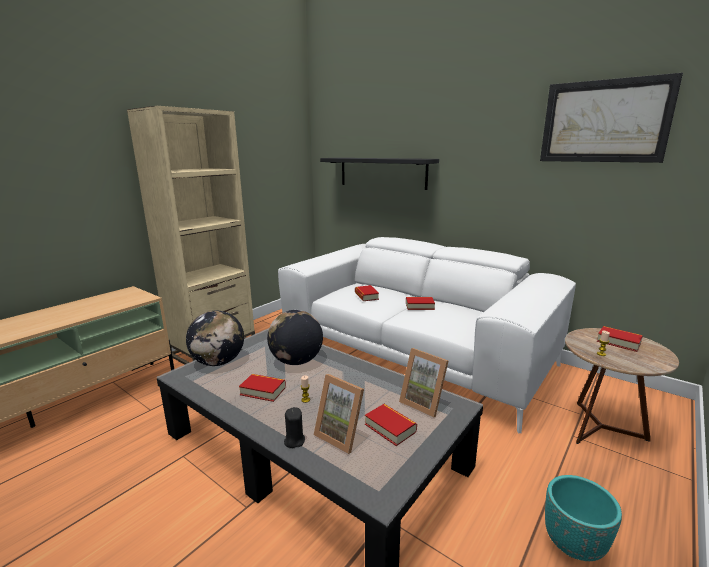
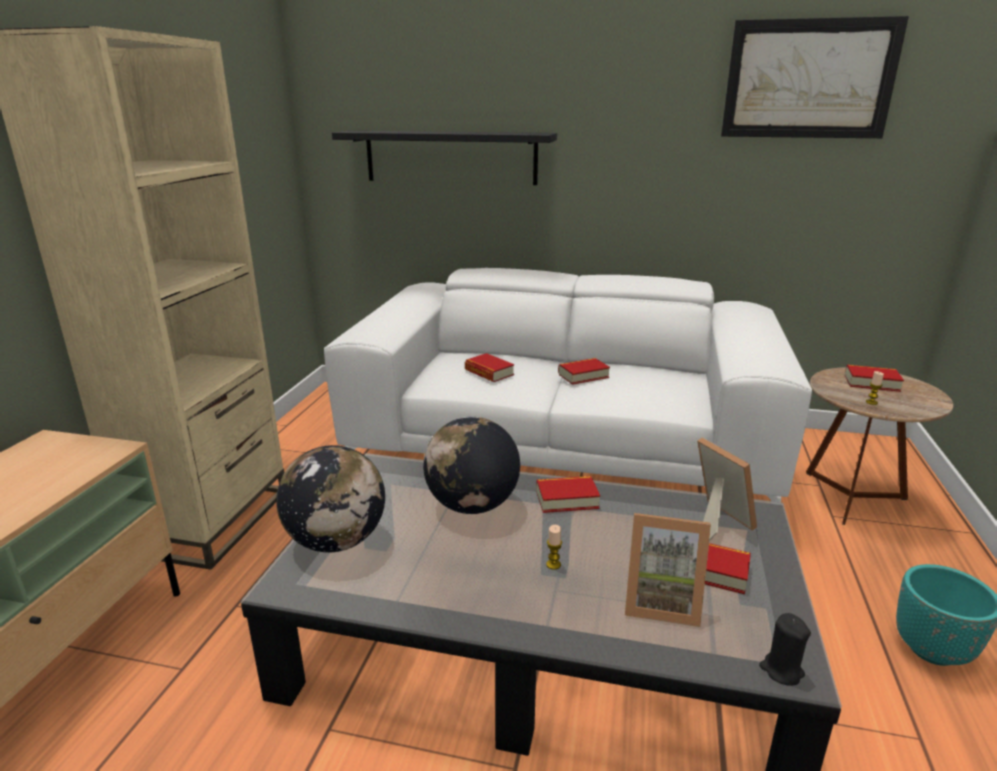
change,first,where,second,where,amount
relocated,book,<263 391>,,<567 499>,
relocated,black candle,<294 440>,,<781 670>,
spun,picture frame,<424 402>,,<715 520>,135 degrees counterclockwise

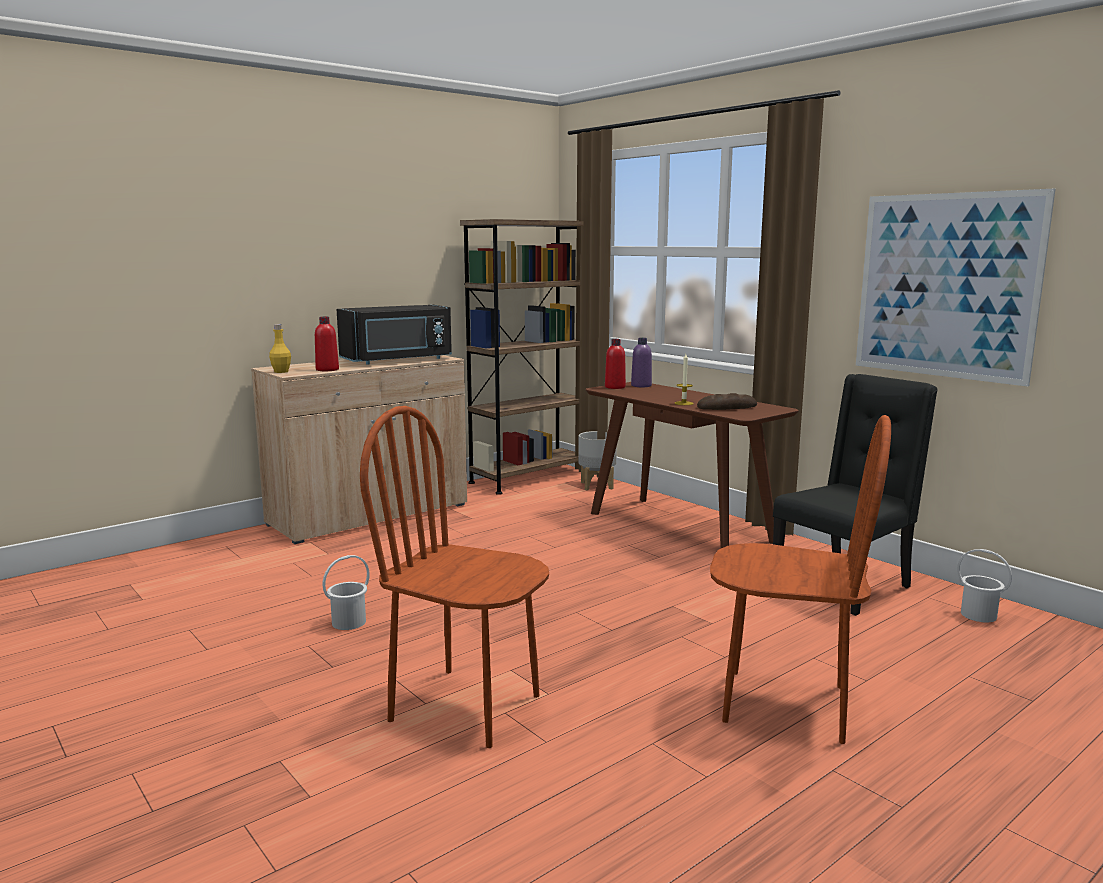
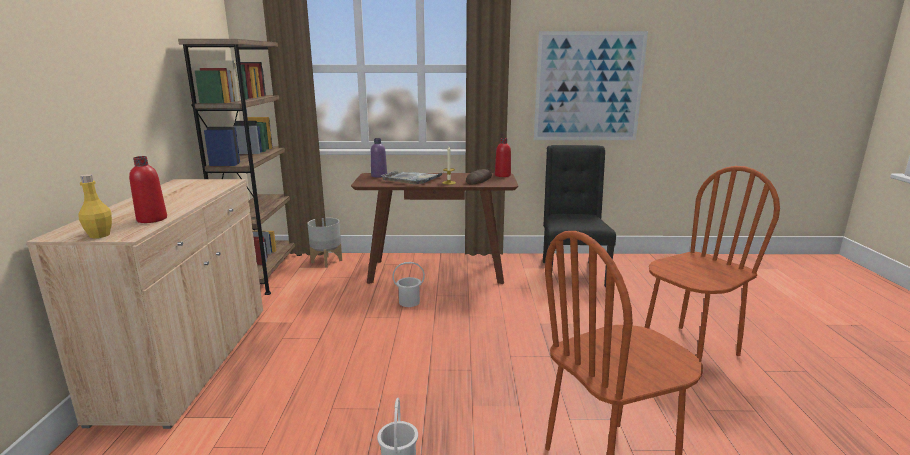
change,first,where,second,where,amount
missing,black microwave,<398 360>,,,
appeared,,,grey tray,<412 179>,
relocated,red bottle,<615 387>,,<502 175>,
relocated,white bucket,<978 615>,,<409 302>,

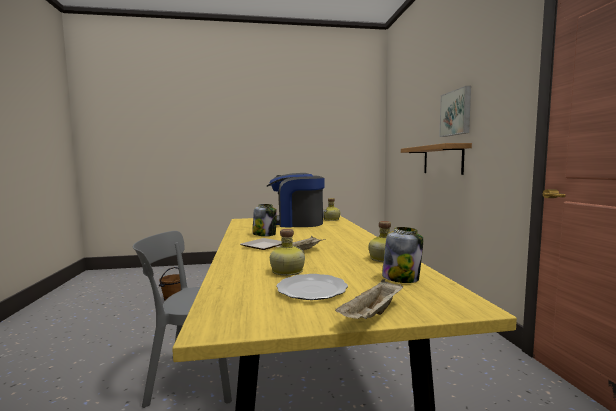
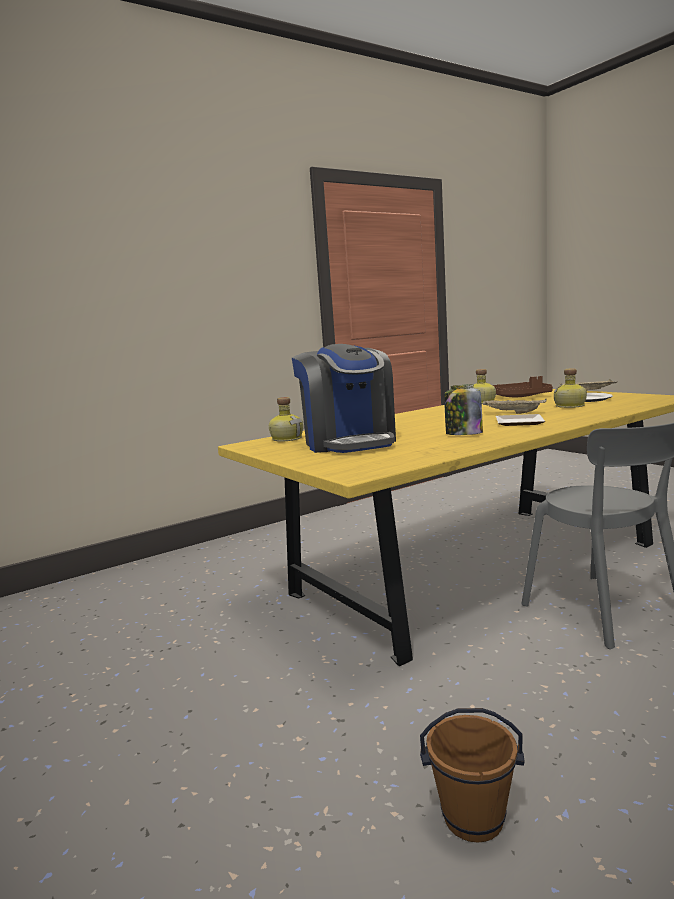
change,first,where,second,where,amount
missing,shelf,<442 160>,,,
missing,picture,<456 113>,,,
exchanged,jar,<401 278>,brown tray,<520 397>,

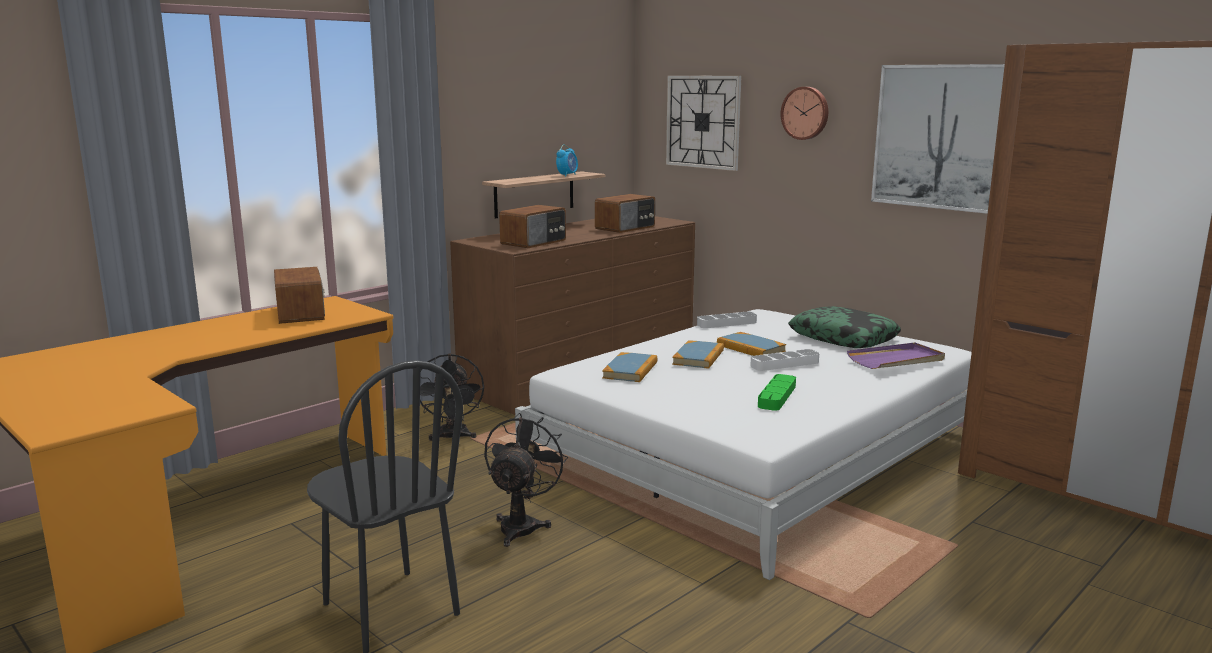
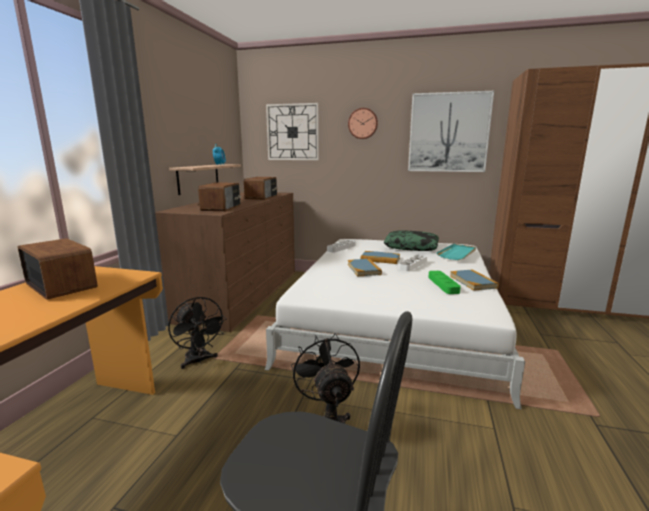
change,first,where,second,where,amount
relocated,book,<630 370>,,<473 282>,
colour,purple tray,<896 360>,turquoise tray,<457 253>,

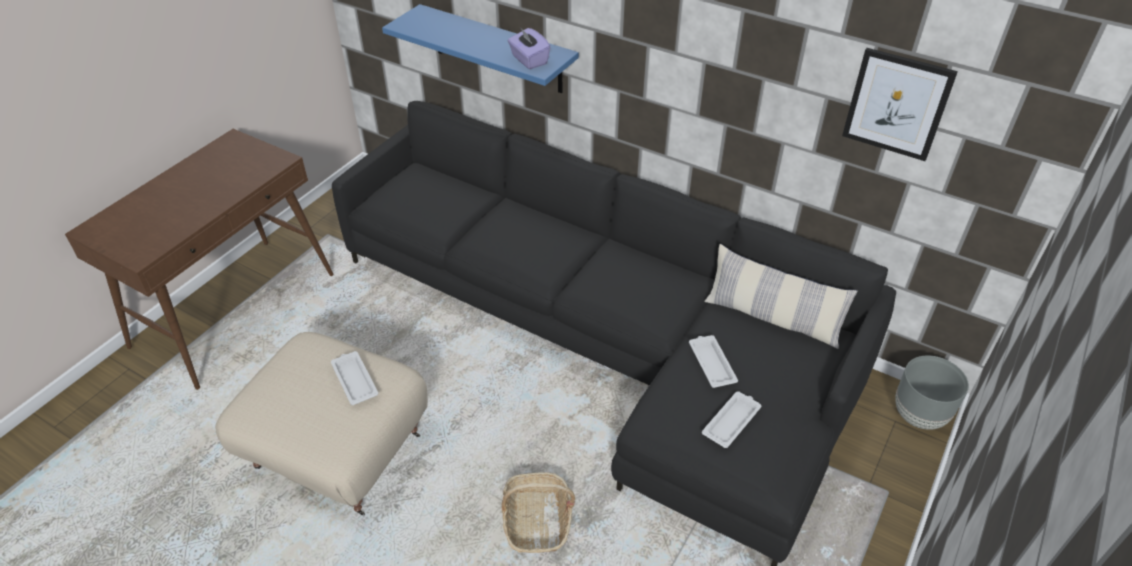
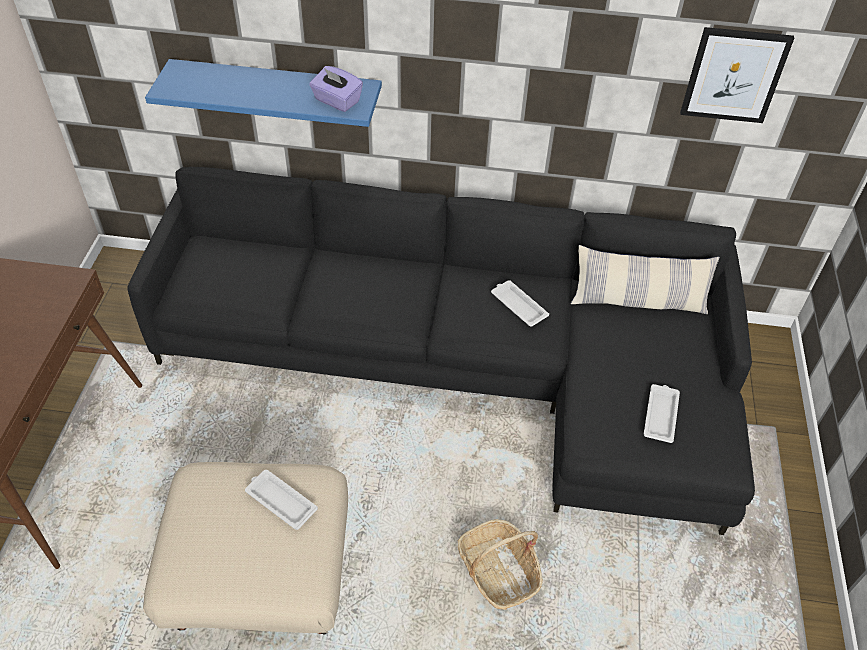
change,first,where,second,where,amount
missing,grey planter,<919 415>,,,
relocated,white tray,<711 363>,,<518 305>,

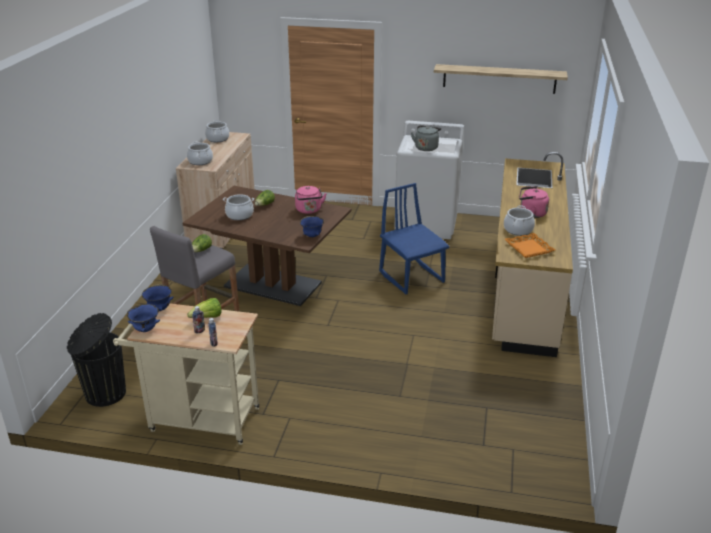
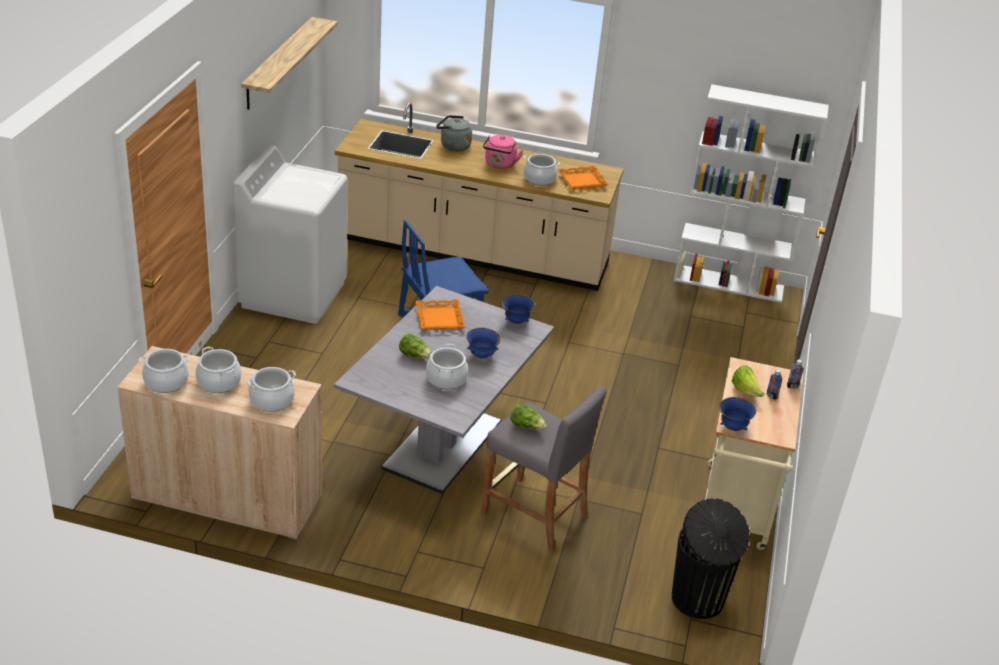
change,first,where,second,where,amount
appeared,,,cooking pot,<219 382>,
appeared,,,white bookcase,<729 283>,
relocated,blue bowl,<145 330>,,<481 356>,
relocated,grey kettle,<426 147>,,<453 146>,
exchanged,pink kettle,<309 210>,orange tray,<440 319>,
colour,brown dining table,<273 285>,grey dining table,<442 445>,

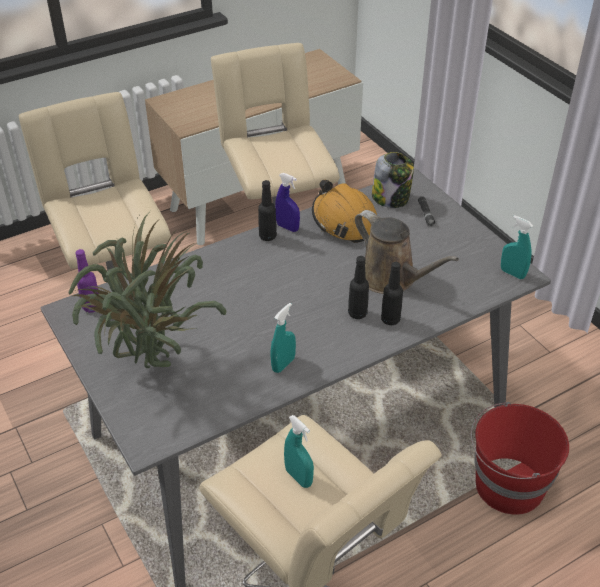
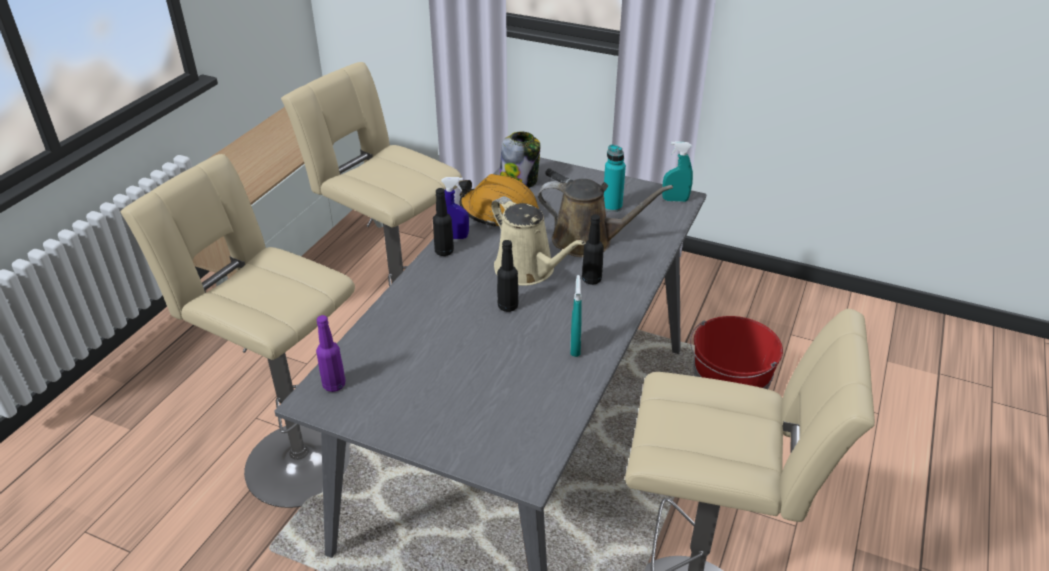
change,first,where,second,where,amount
missing,potted plant,<150 368>,,,
missing,turquoise spray bottle,<298 477>,,,
appeared,,,beige watering can,<528 270>,
appeared,,,turquoise bottle,<612 206>,
relocated,black bottle,<390 319>,,<508 306>,

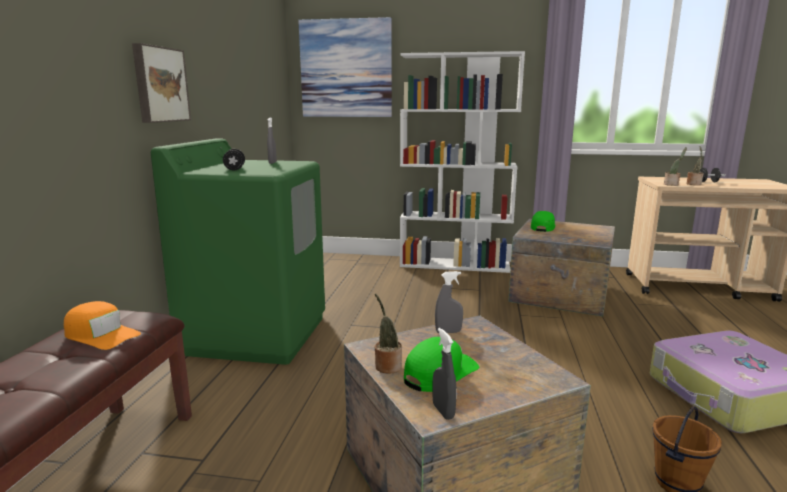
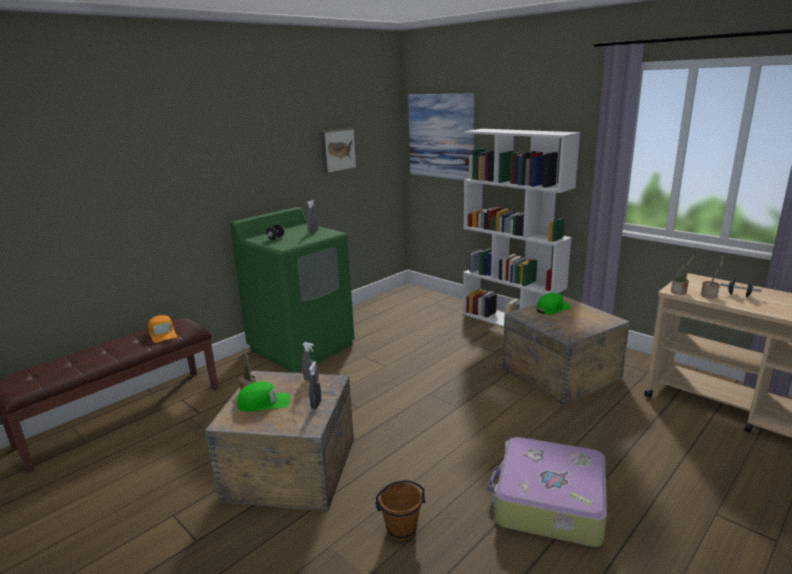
change,first,where,second,where,amount
relocated,picture,<159 85>,,<337 150>,
relocated,grey spray bottle,<443 411>,,<316 405>,

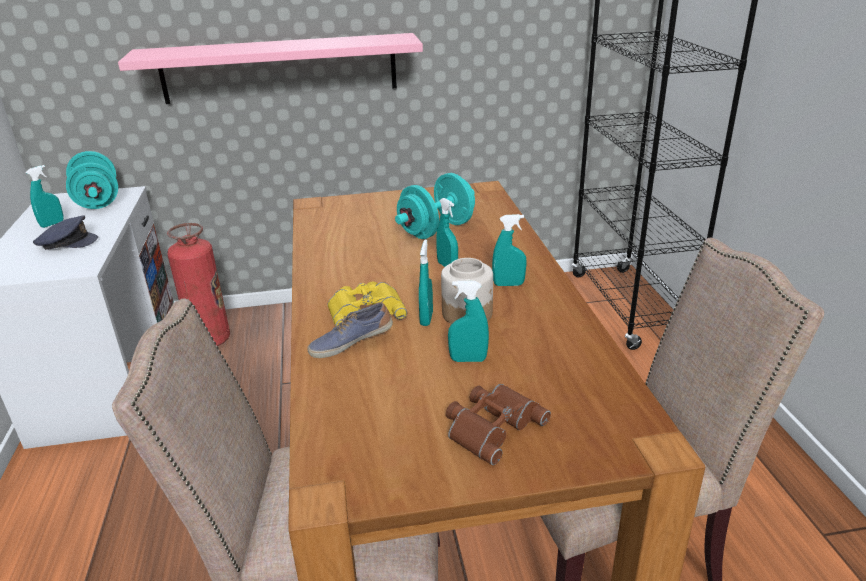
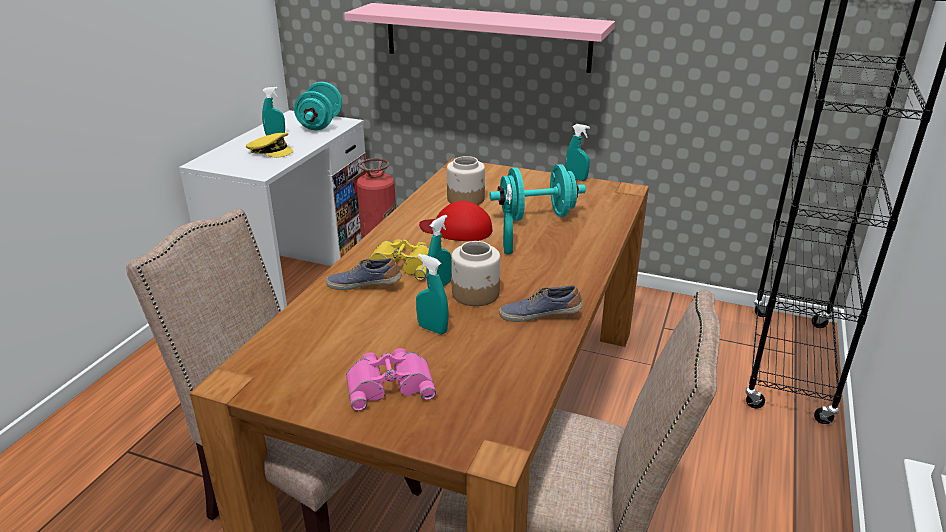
change,first,where,second,where,amount
appeared,,,red cap,<457 229>,
appeared,,,jar,<466 199>,
appeared,,,shoe,<540 315>,
relocated,turquoise spray bottle,<508 284>,,<576 179>,
colour,grey cap,<67 242>,yellow cap,<271 151>,
colour,brown binoculars,<491 425>,pink binoculars,<390 383>,

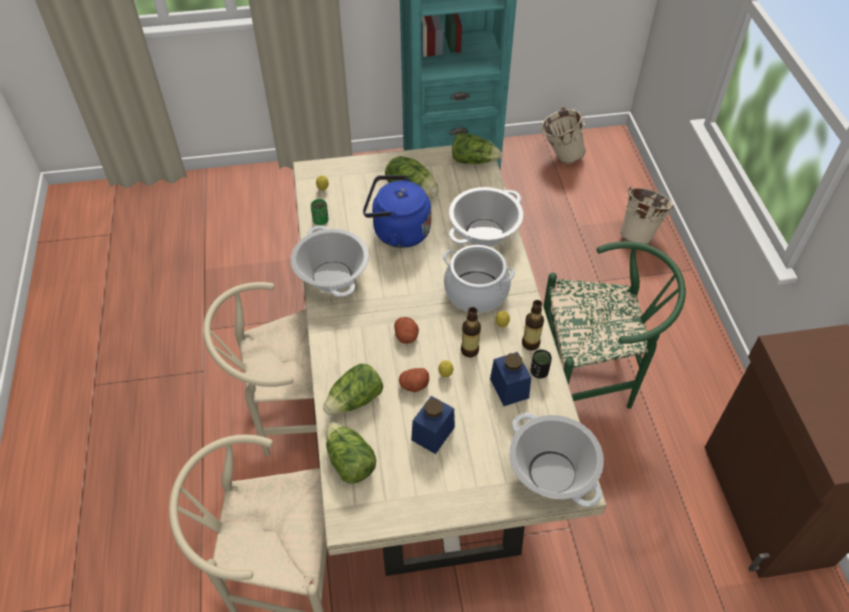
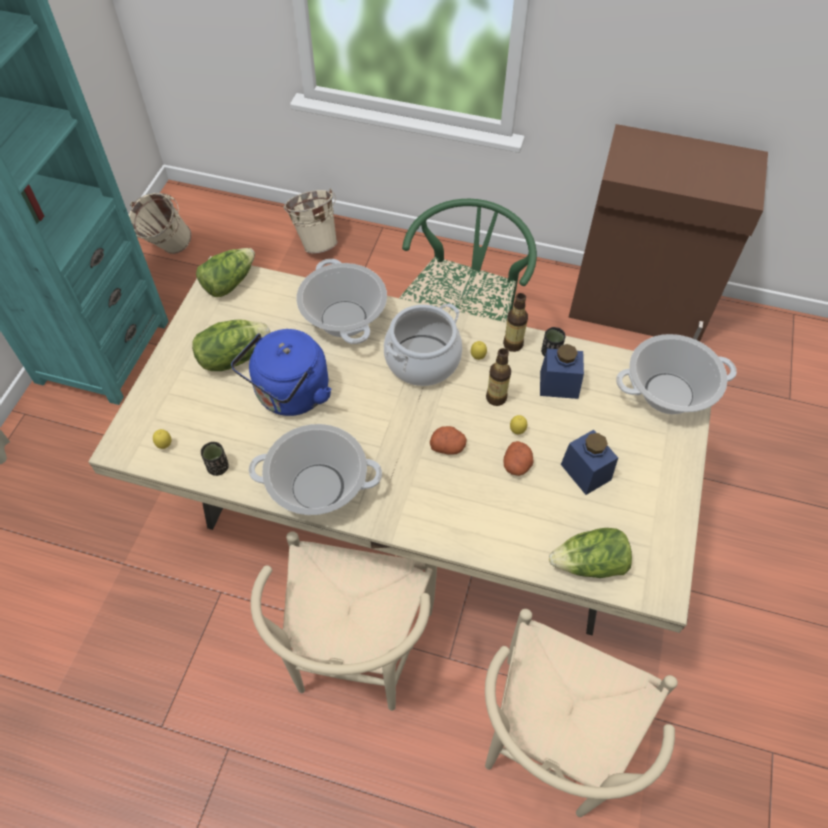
change,first,where,second,where,amount
missing,lettuce,<355 400>,,,
colour,green cup,<320 221>,black cup,<218 467>,

